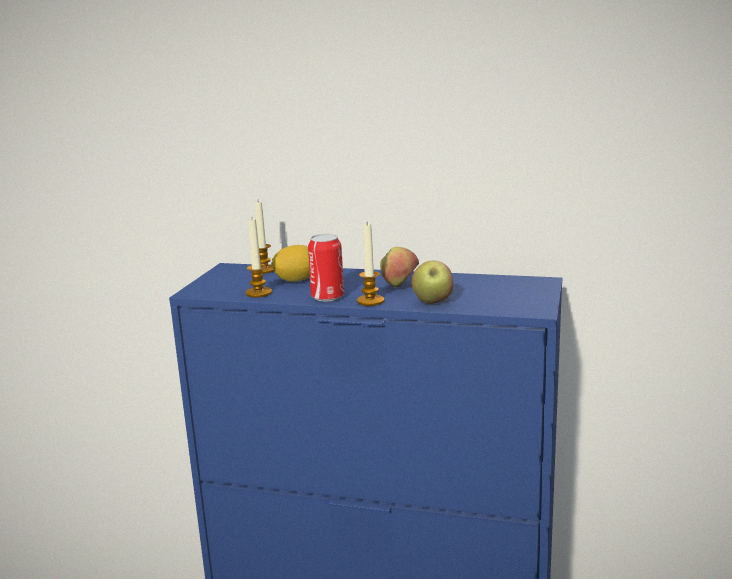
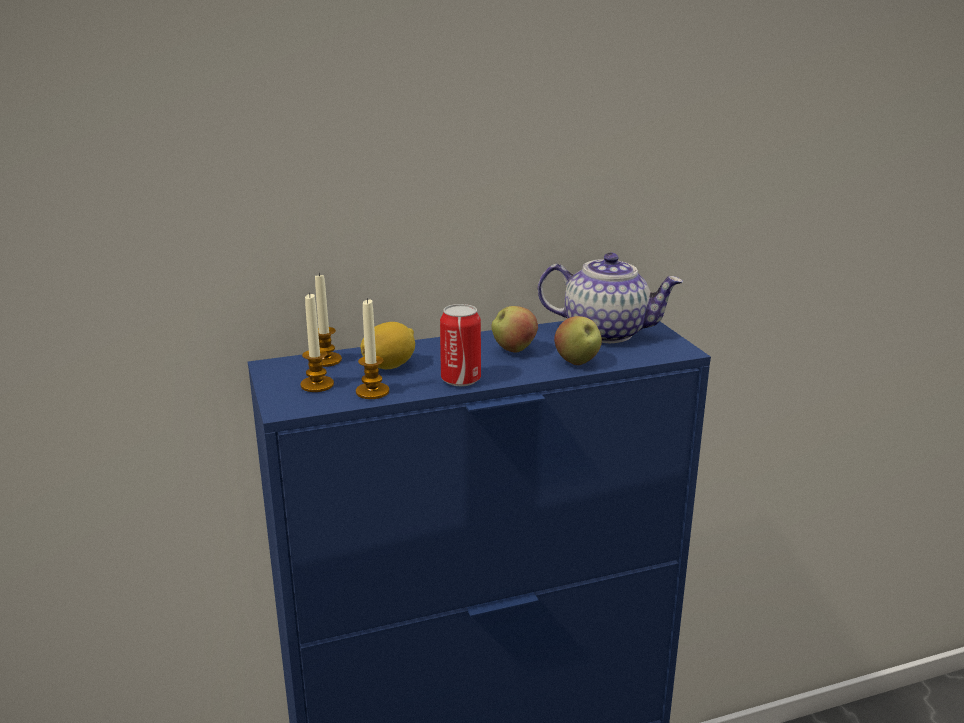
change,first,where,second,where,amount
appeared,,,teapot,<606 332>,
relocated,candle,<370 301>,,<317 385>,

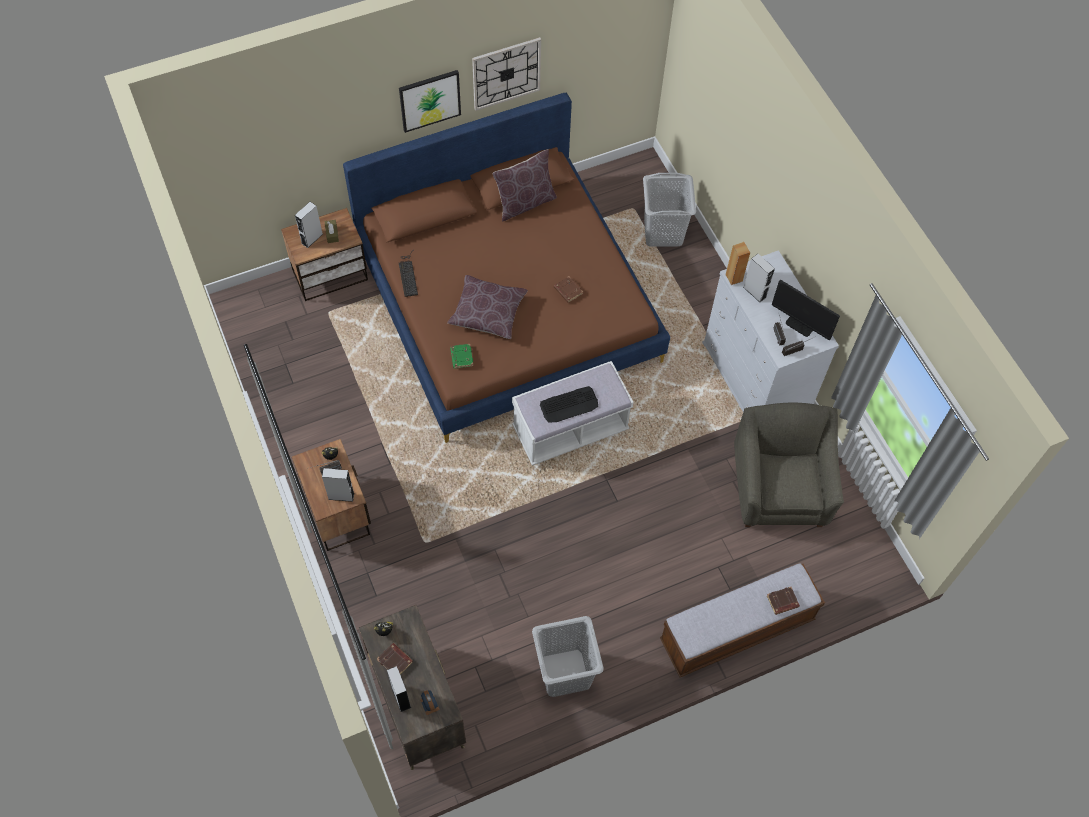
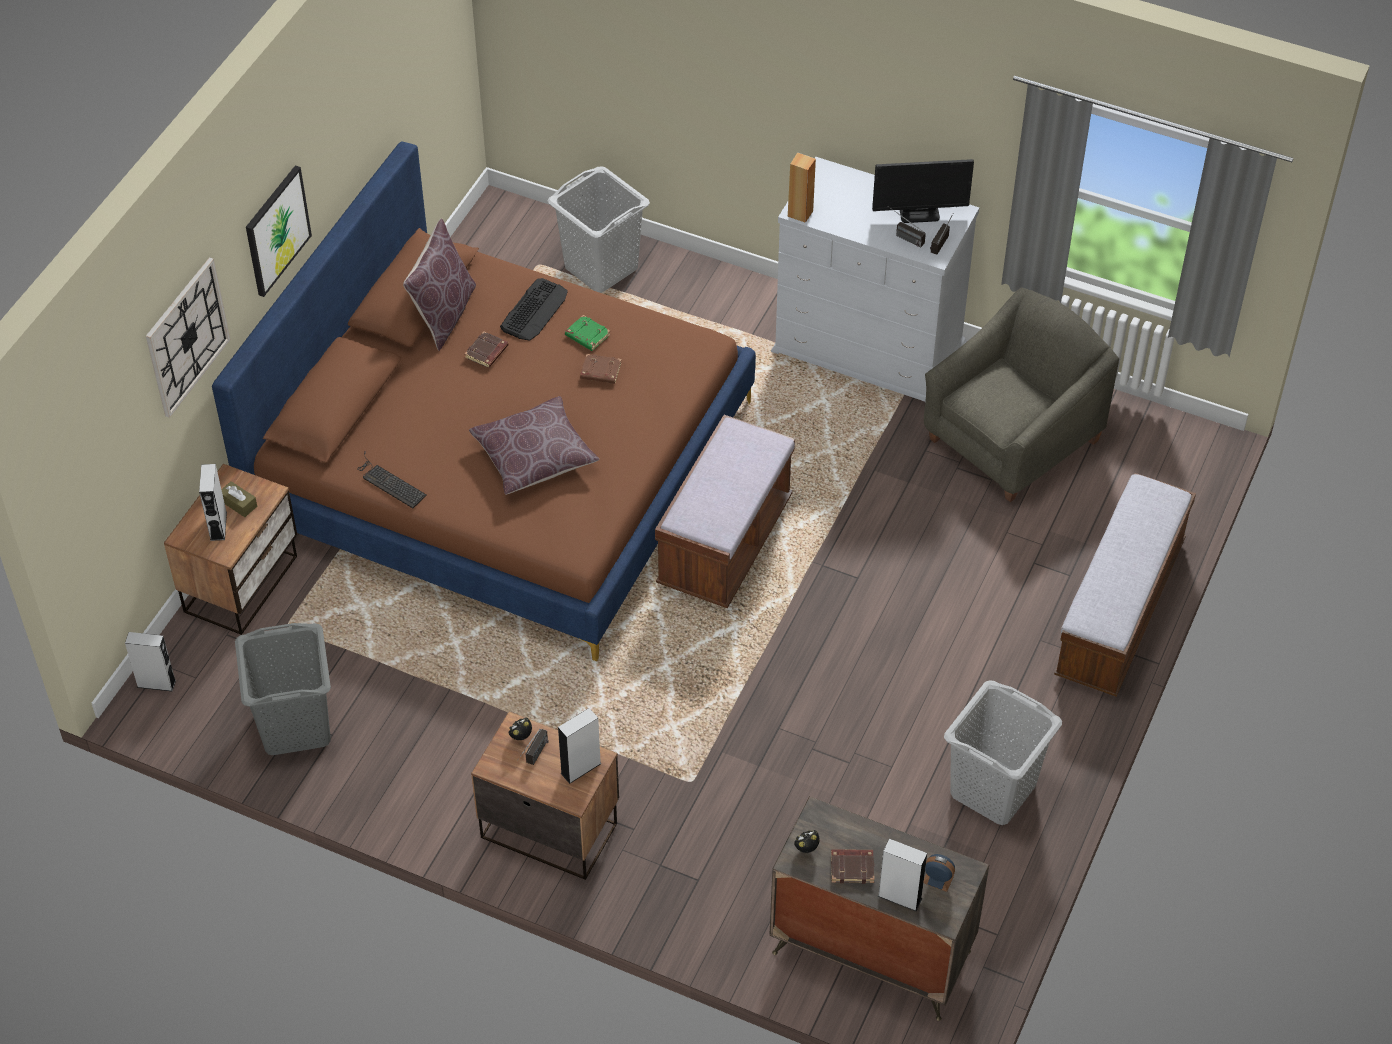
change,first,where,second,where,amount
appeared,,,grey laundry basket,<296 725>,
relocated,green book,<461 357>,,<586 336>,
relocated,wall clock,<506 73>,,<187 337>,
relocated,keyboard,<569 405>,,<534 310>,
relocated,grey speaker,<754 292>,,<156 683>,
relocated,brown book,<782 602>,,<487 353>,
colour,white bench,<570 429>,brown bench,<724 544>,
spun,grey armchair,<779 488>,,<1012 440>,90 degrees clockwise

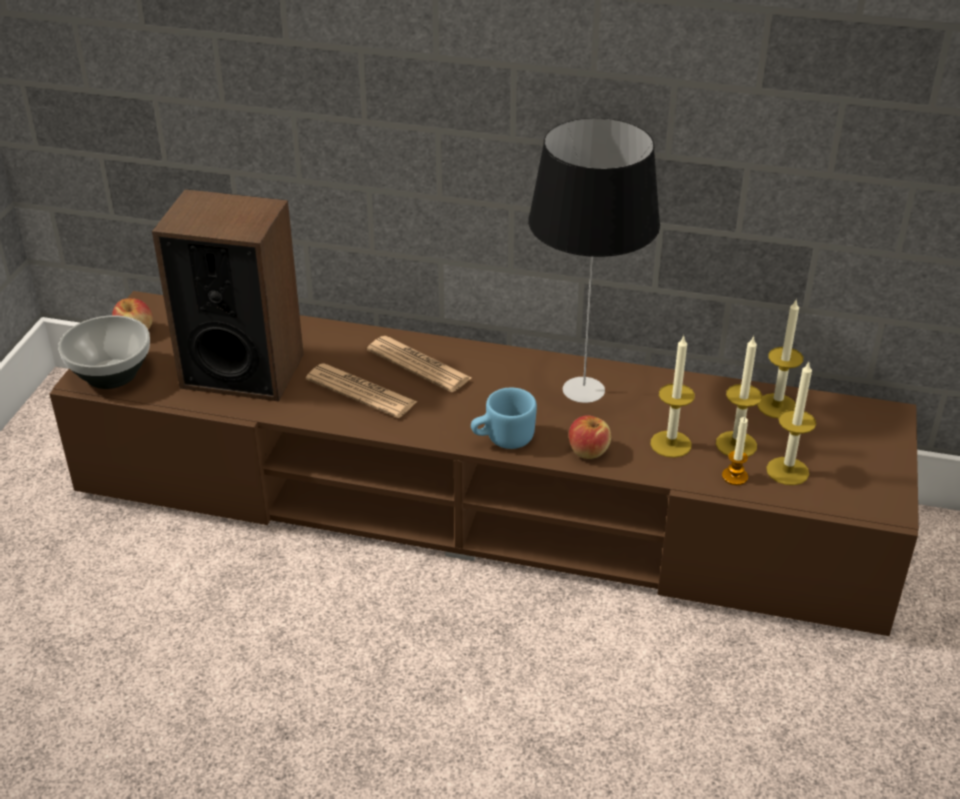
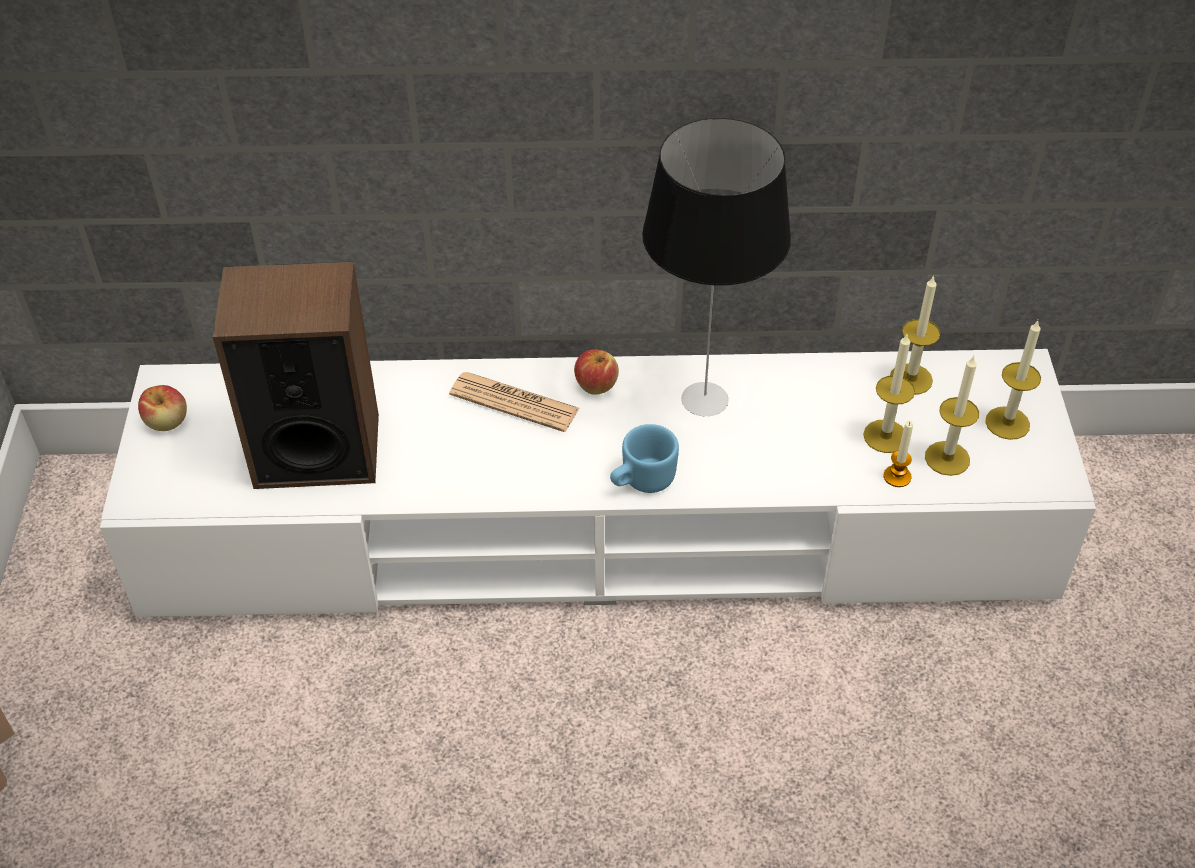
change,first,where,second,where,amount
missing,bowl,<111 374>,,,
missing,newspaper,<361 391>,,,
relocated,apple,<588 451>,,<596 384>,
relocated,candle,<670 444>,,<1007 423>,
colour,brown tv stand,<482 503>,white tv stand,<600 531>,

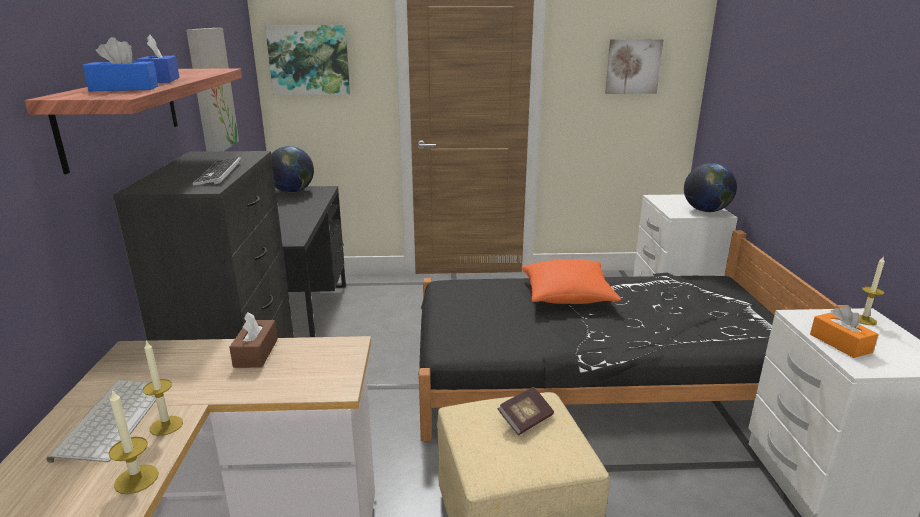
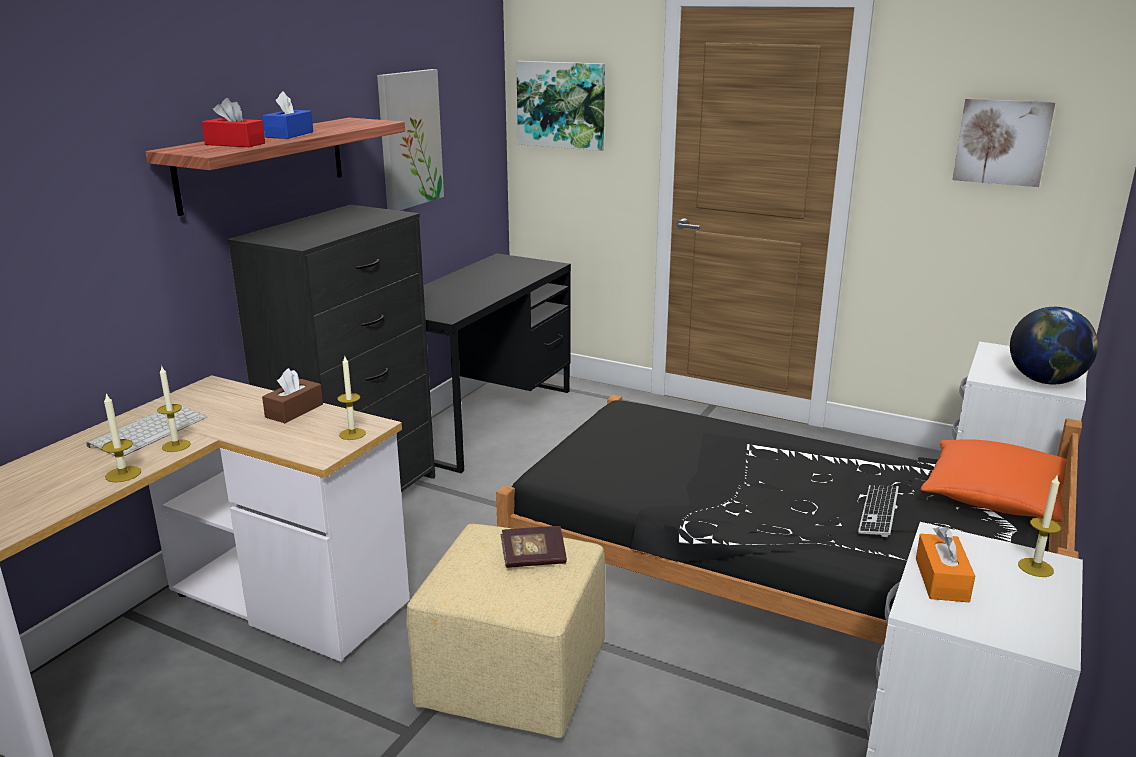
change,first,where,second,where,amount
missing,globe,<292 191>,,,
appeared,,,candle,<352 434>,
relocated,keyboard,<218 173>,,<878 512>,
relocated,orange pillow,<567 295>,,<993 497>,
colour,blue tissue box,<124 89>,red tissue box,<235 144>,

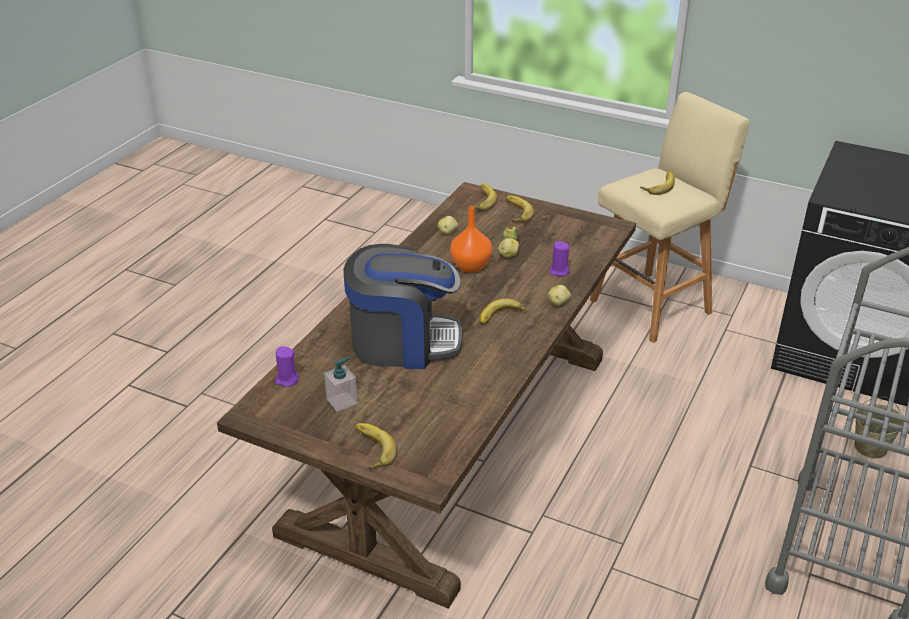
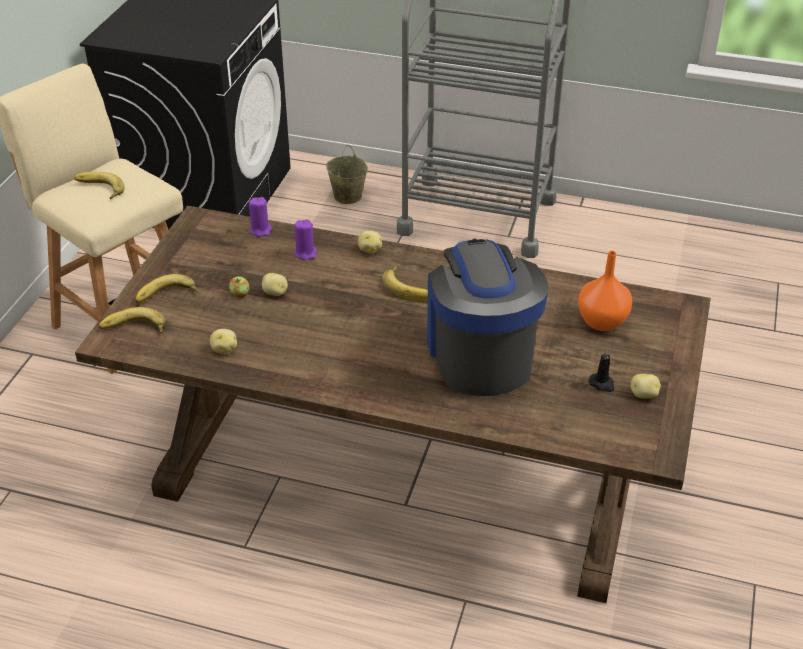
change,first,where,second,where,amount
missing,banana,<371 449>,,,
appeared,,,potato,<644 395>,
relocated,purple candle,<287 380>,,<260 230>,
relocated,orange vase,<470 266>,,<602 322>,
exchanged,soap dispenser,<342 401>,black candle,<602 384>,

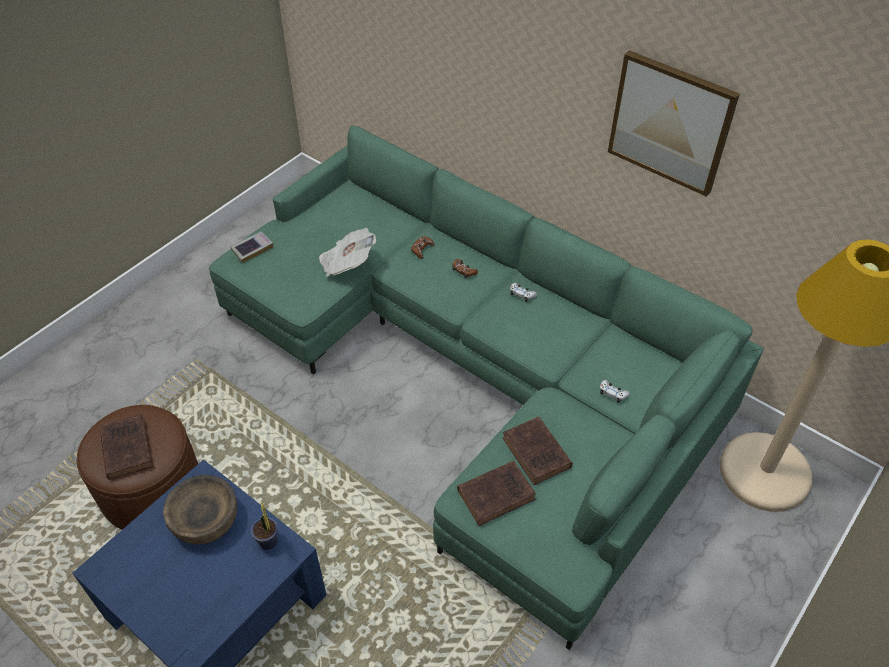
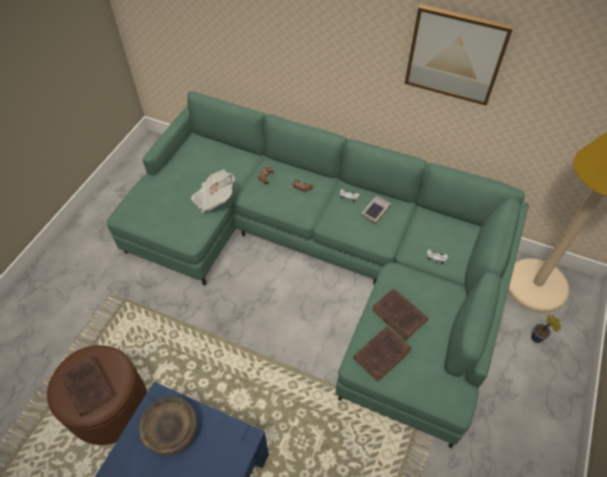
change,first,where,second,where,amount
relocated,book,<252 249>,,<375 211>,
relocated,potted plant,<268 544>,,<537 339>,

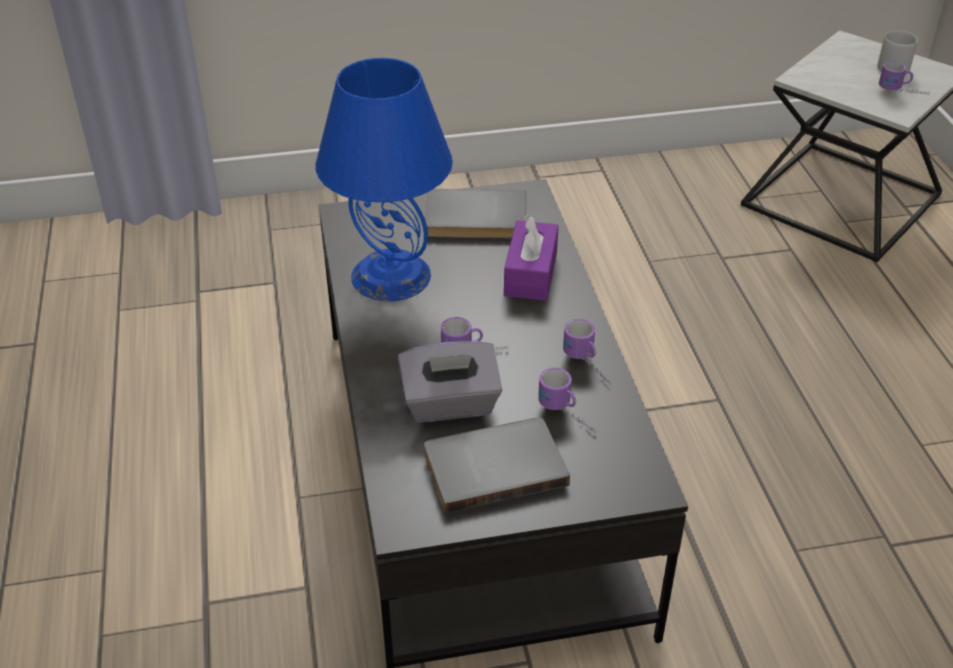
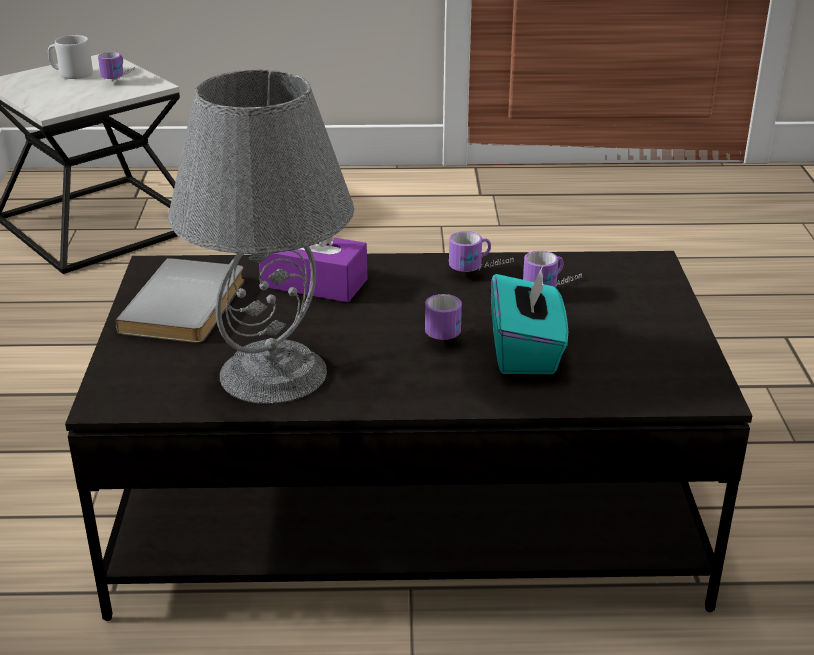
change,first,where,second,where,amount
missing,grey book,<493 465>,,,
colour,blue table lamp,<390 276>,grey table lamp,<273 374>,
colour,grey tissue box,<450 404>,turquoise tissue box,<526 351>,

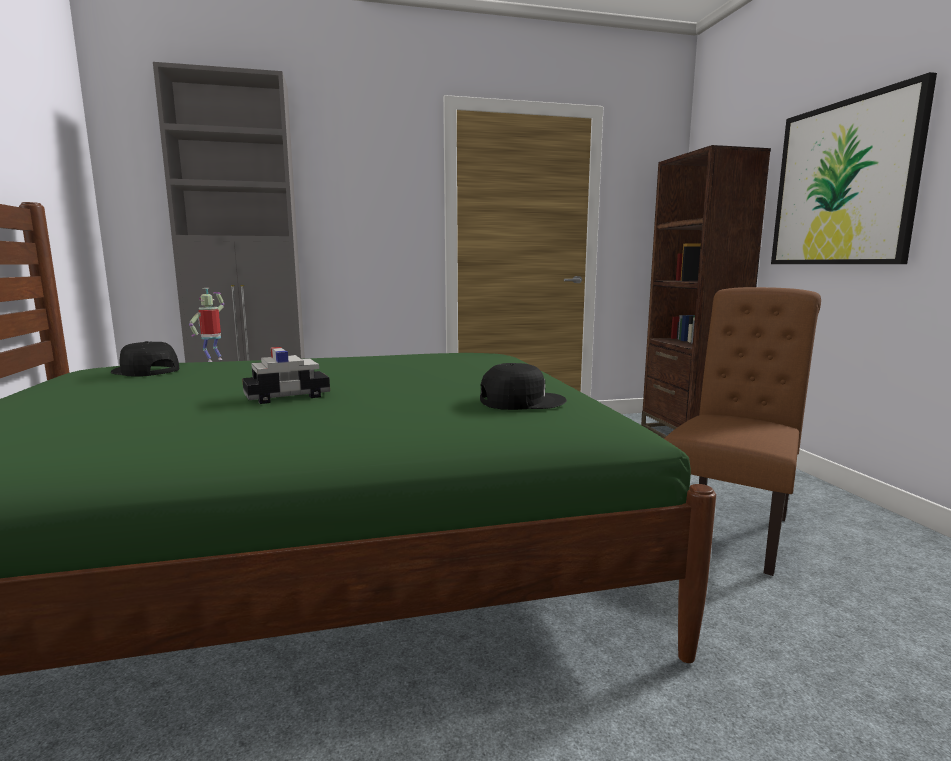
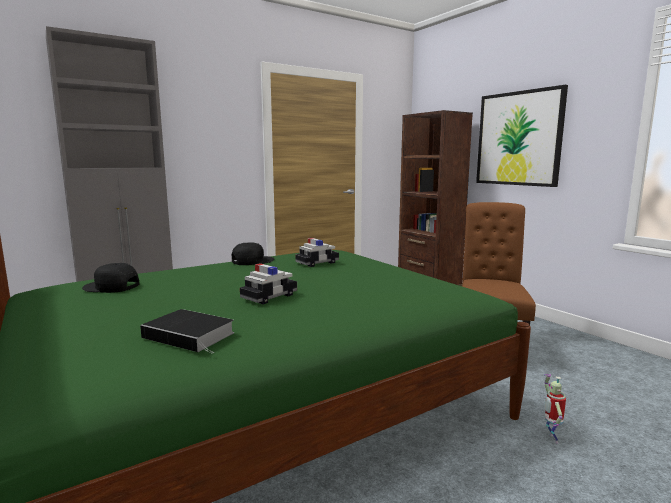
change,first,where,second,where,amount
appeared,,,book,<191 335>,
appeared,,,toy car,<317 263>,
relocated,toy robot,<213 360>,,<551 438>,
relocated,black cap,<521 401>,,<252 261>,

